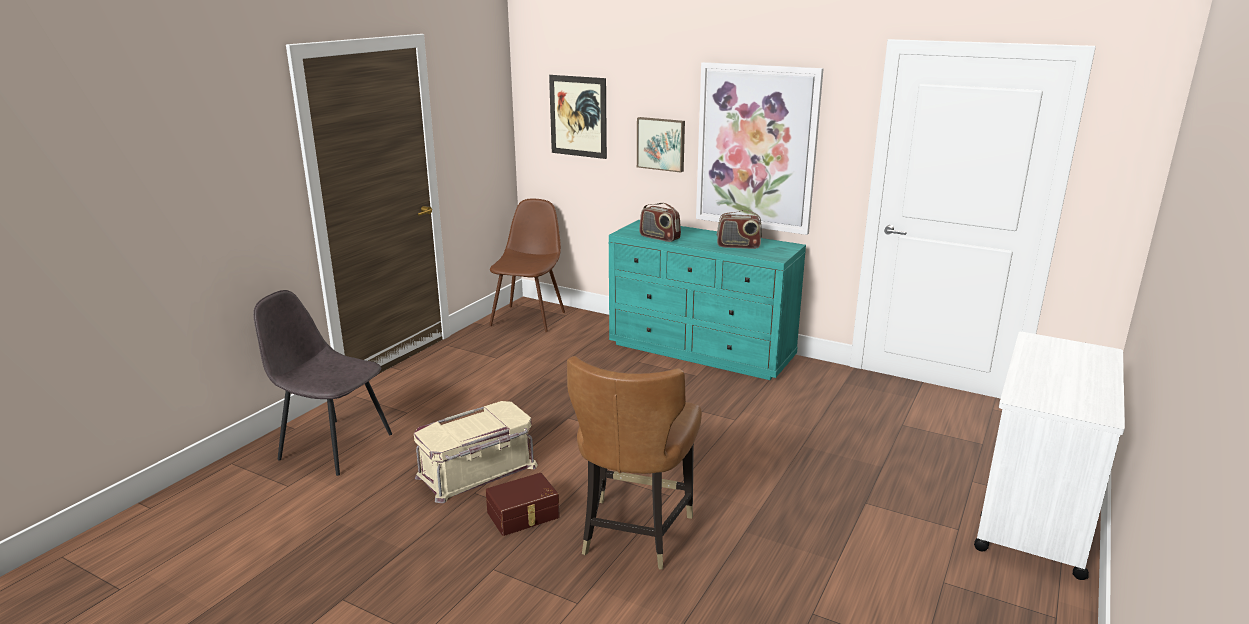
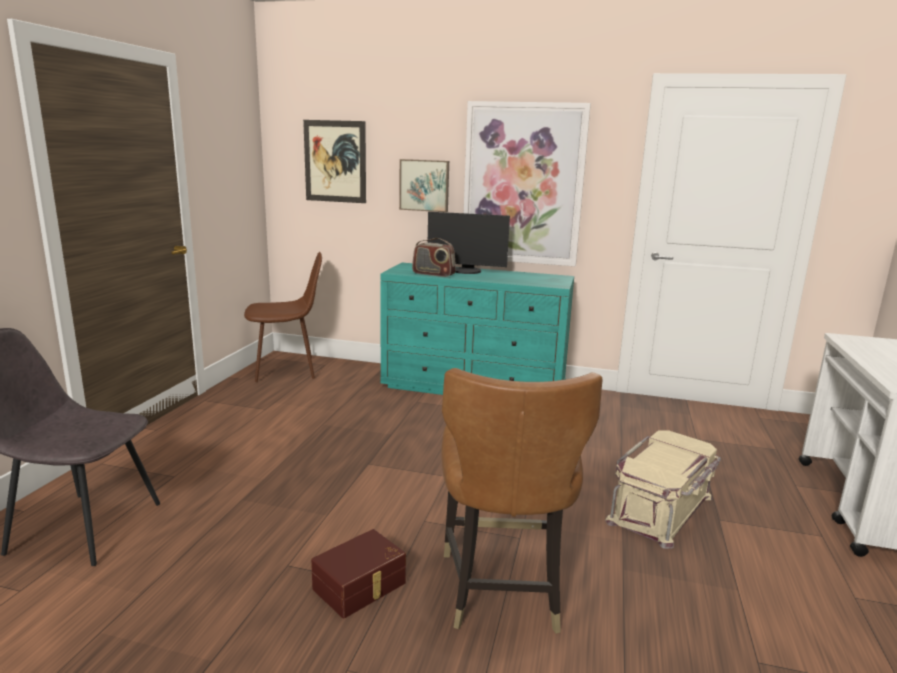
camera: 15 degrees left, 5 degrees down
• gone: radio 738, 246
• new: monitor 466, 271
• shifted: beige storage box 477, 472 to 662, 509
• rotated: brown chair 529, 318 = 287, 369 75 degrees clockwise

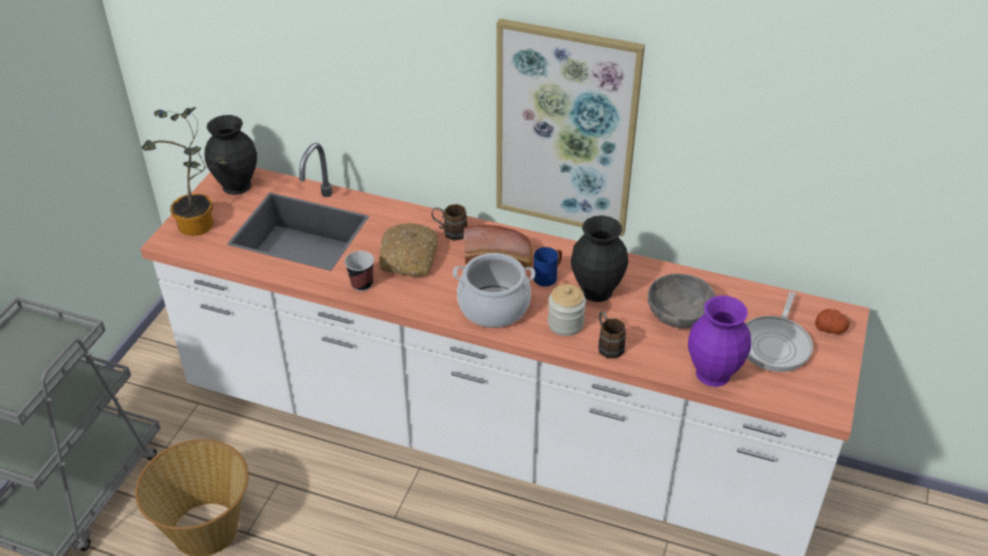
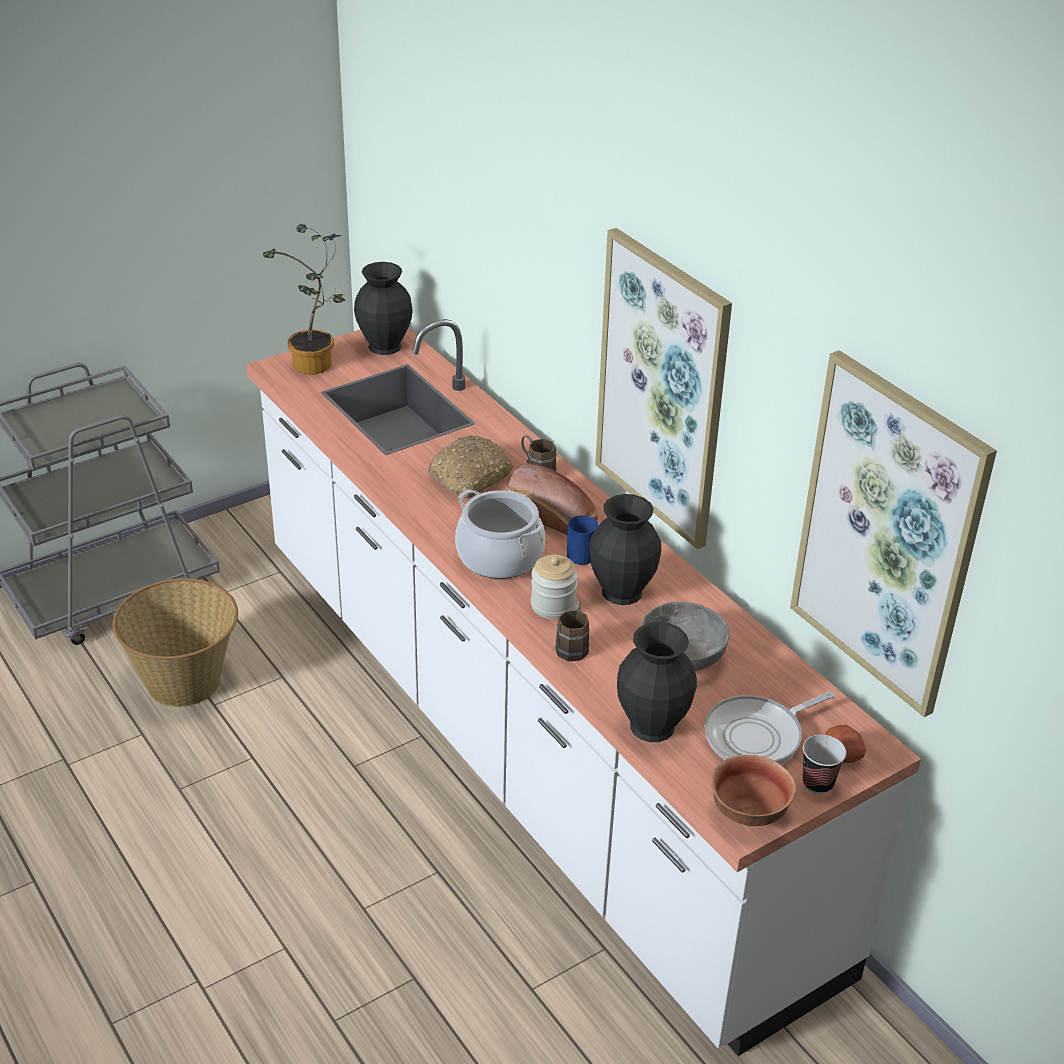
camera: 35 degrees right, 5 degrees down
• new: bowl 748, 810
• new: picture 888, 534
• shifted: cup 362, 284 to 818, 783
• repainted: purple vase 711, 373 to black vase 650, 725

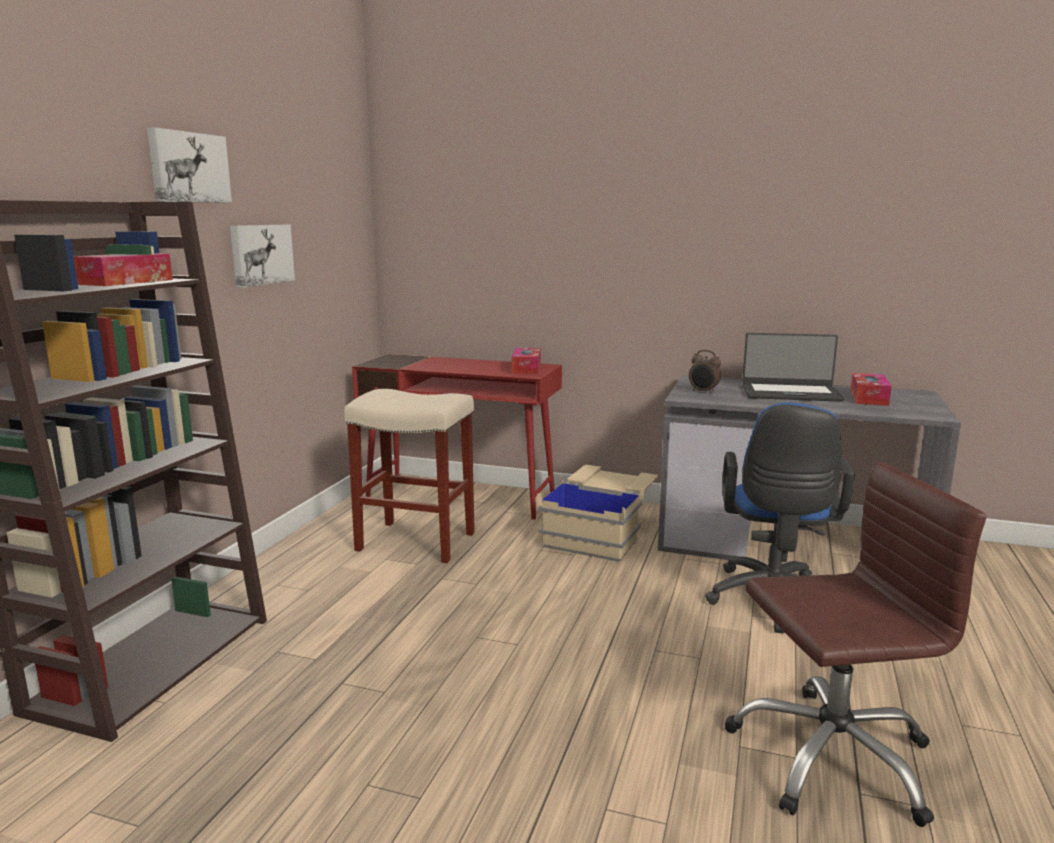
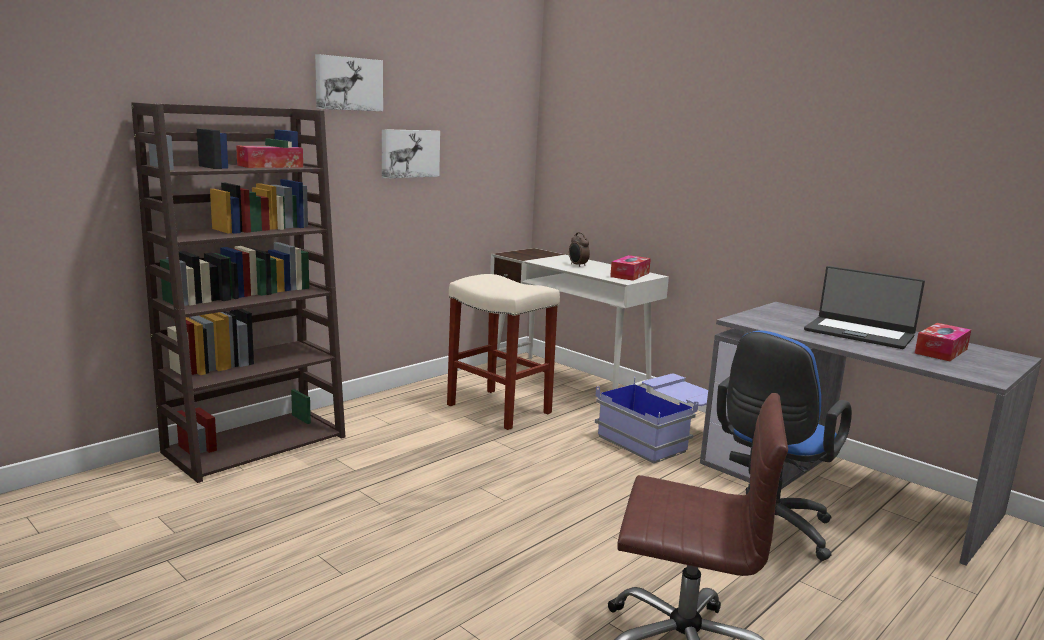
camera: 25 degrees right, 0 degrees up
• shifted: alarm clock 703, 392 to 577, 265
• repainted: red desk 461, 496 to white desk 568, 383
• repainted: beige storage box 600, 533 to blue storage box 661, 437

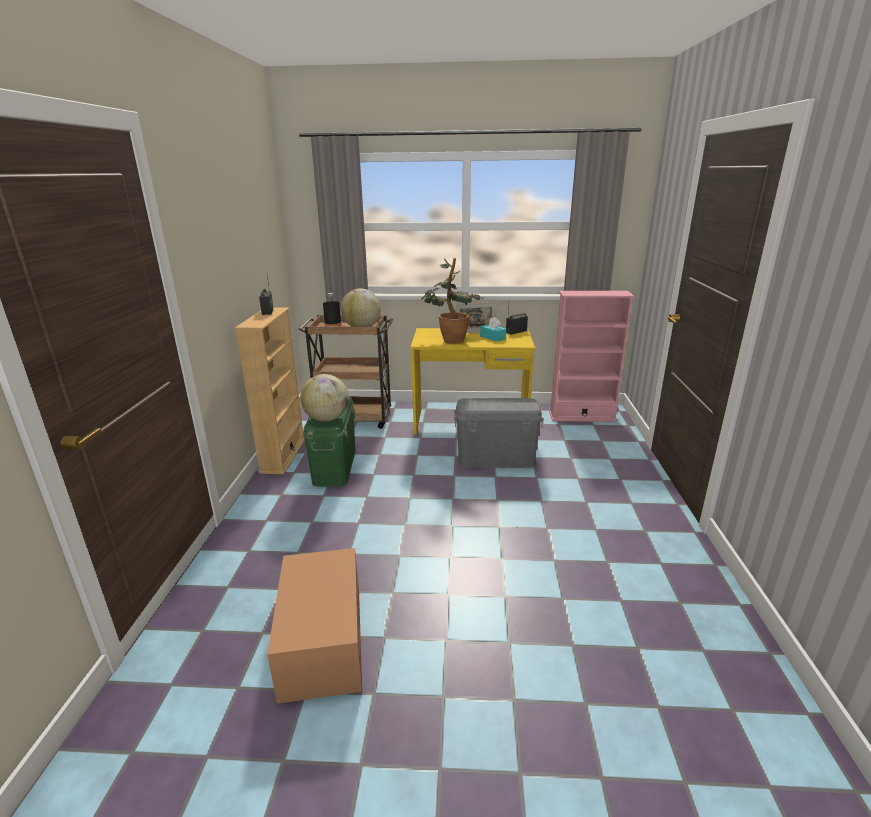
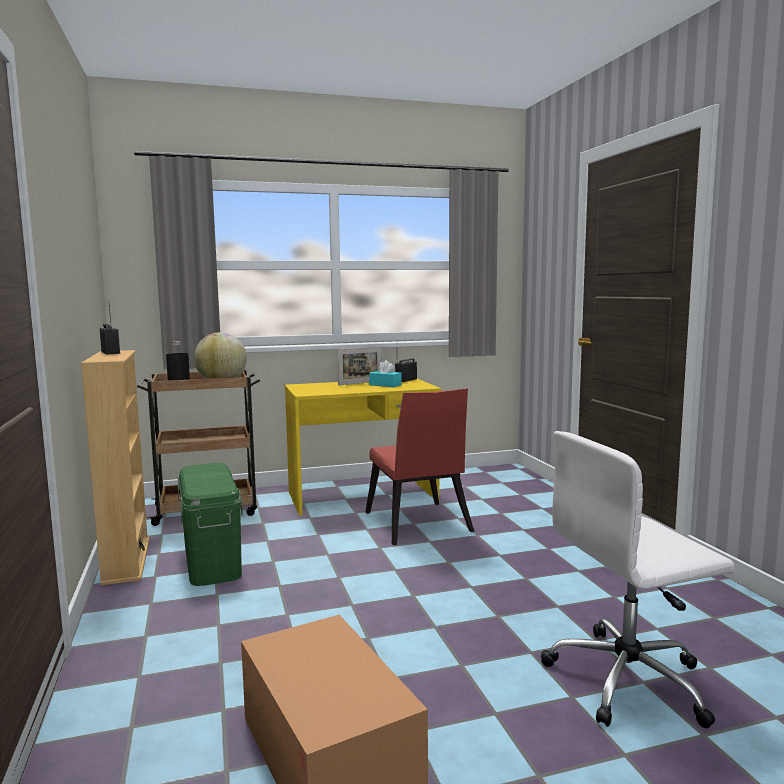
camera: 20 degrees left, 15 degrees down
• gone: globe 327, 419
• gone: potted plant 450, 339
• gone: pink bookcase 582, 417
• new: white office chair 629, 680
• swapped: grey storage box 495, 459 to red chair 418, 525

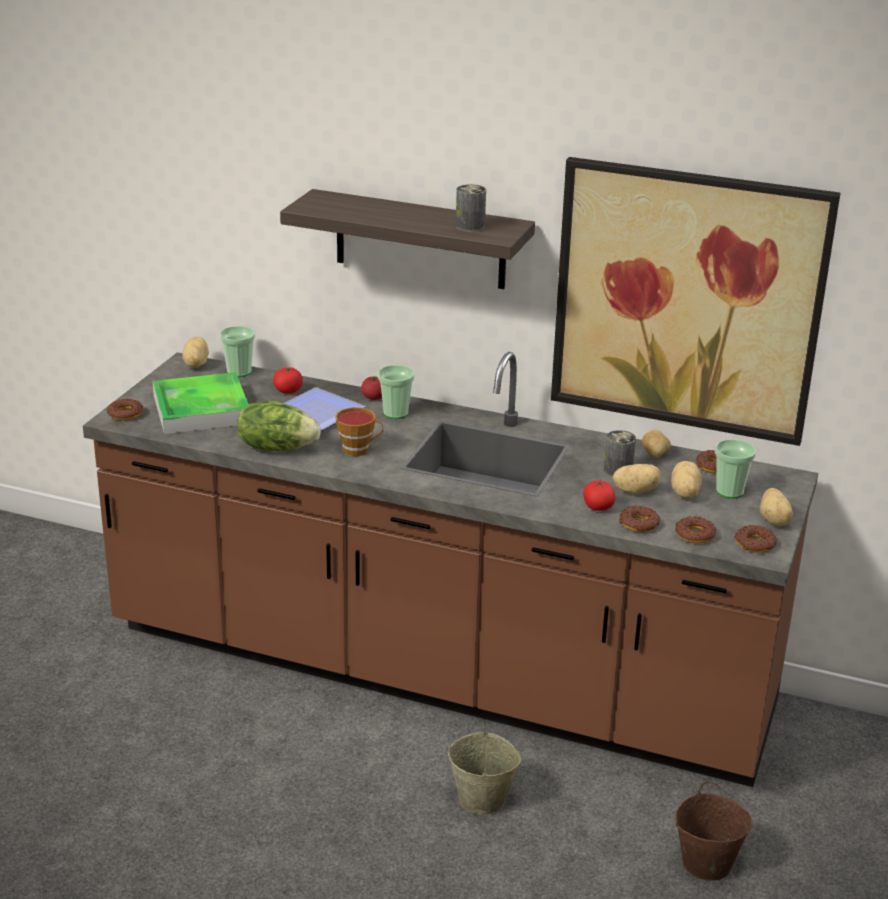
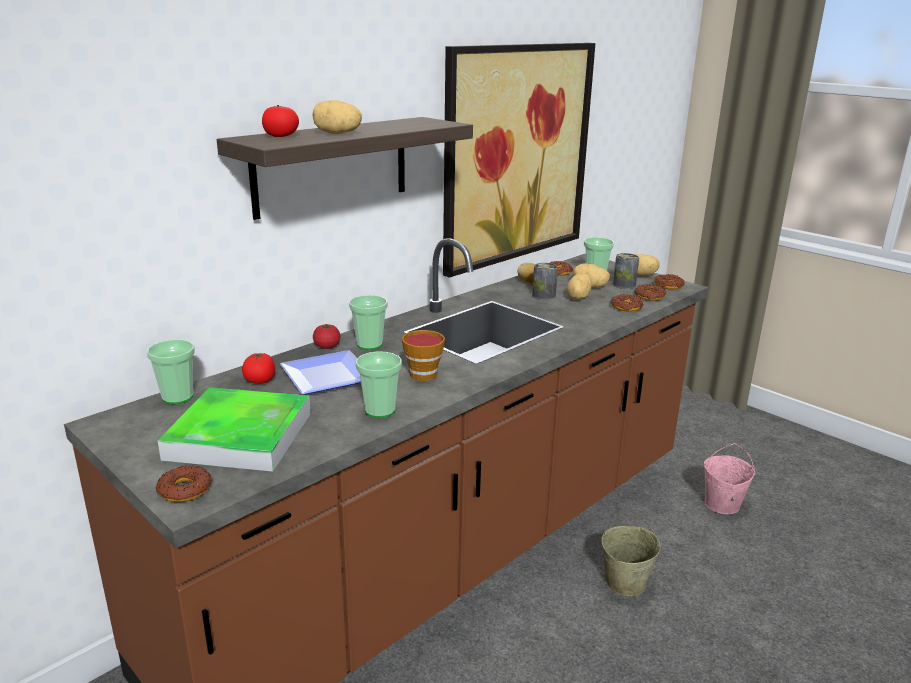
camera: 65 degrees left, 5 degrees down
• shifted: potato 195, 364 to 337, 133
• shifted: can 470, 226 to 624, 285
• shifted: tomato 598, 507 to 281, 136
• swapped: lettuce 276, 447 to cup 380, 410
• repainted: brown bucket 705, 863 to pink bucket 722, 504

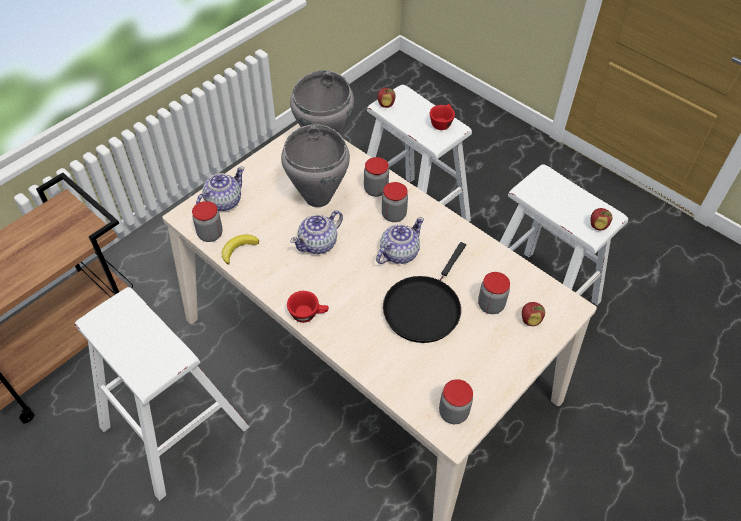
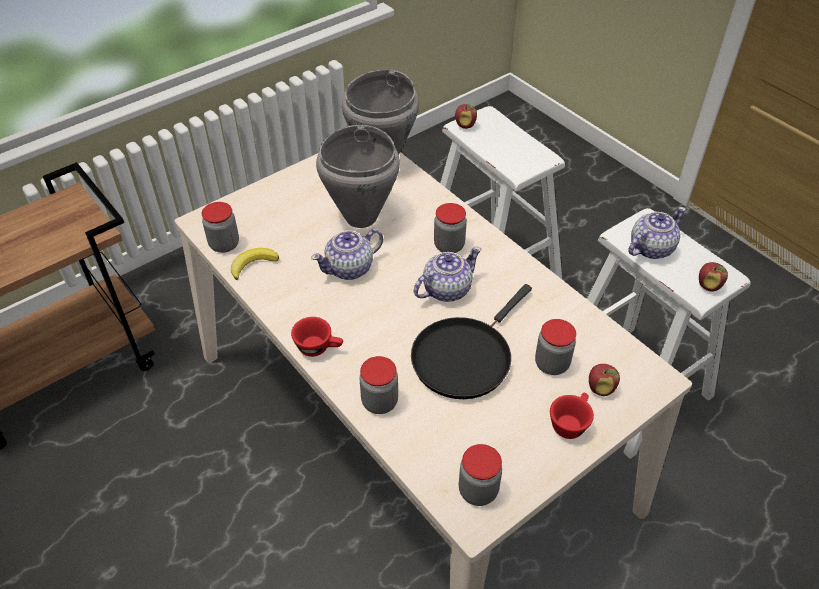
camera: 10 degrees right, 5 degrees down
• gone: white stool 174, 426
• shifted: teapot 223, 202 to 650, 248
• shifted: jar 376, 190 to 379, 402
• shifted: red cup 442, 122 to 570, 422

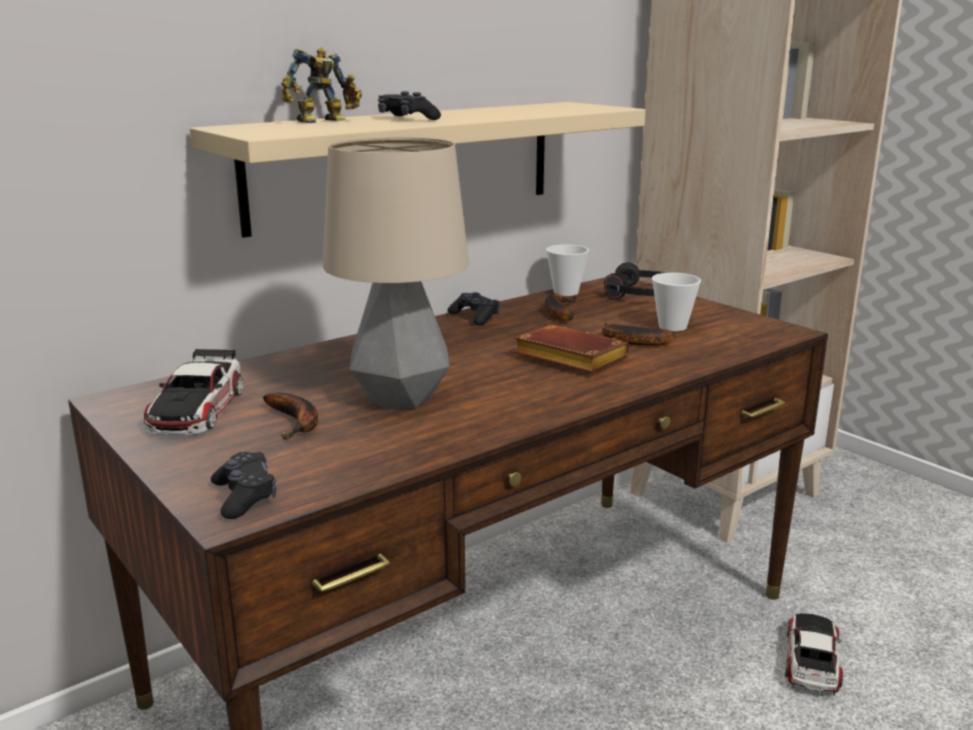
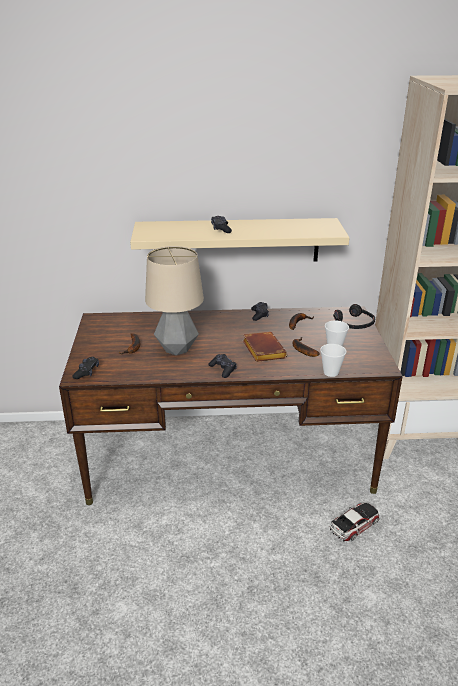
camera: 35 degrees right, 10 degrees up
• gone: toy car 197, 409
• gone: toy robot 324, 121
• new: black game controller 223, 369
• shifted: cup 566, 292 to 331, 372

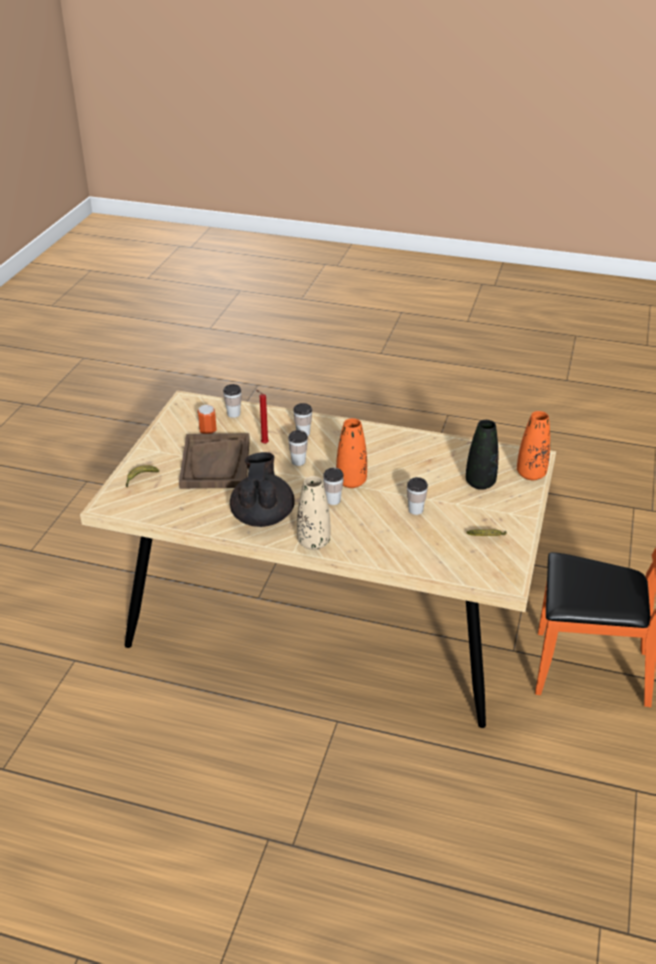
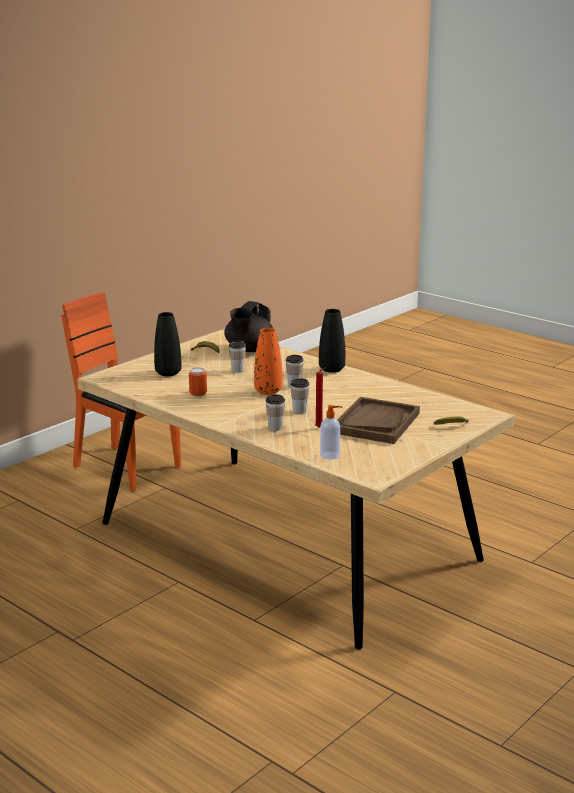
camera: 155 degrees left, 15 degrees down
• gone: orange vase 531, 474
• shifted: can 208, 431 to 198, 394
• shifted: black teapot 262, 516 to 249, 349
• swapped: cup 233, 414 to soap dispenser 330, 455
• repainted: beige vase 313, 542 to black vase 331, 369

